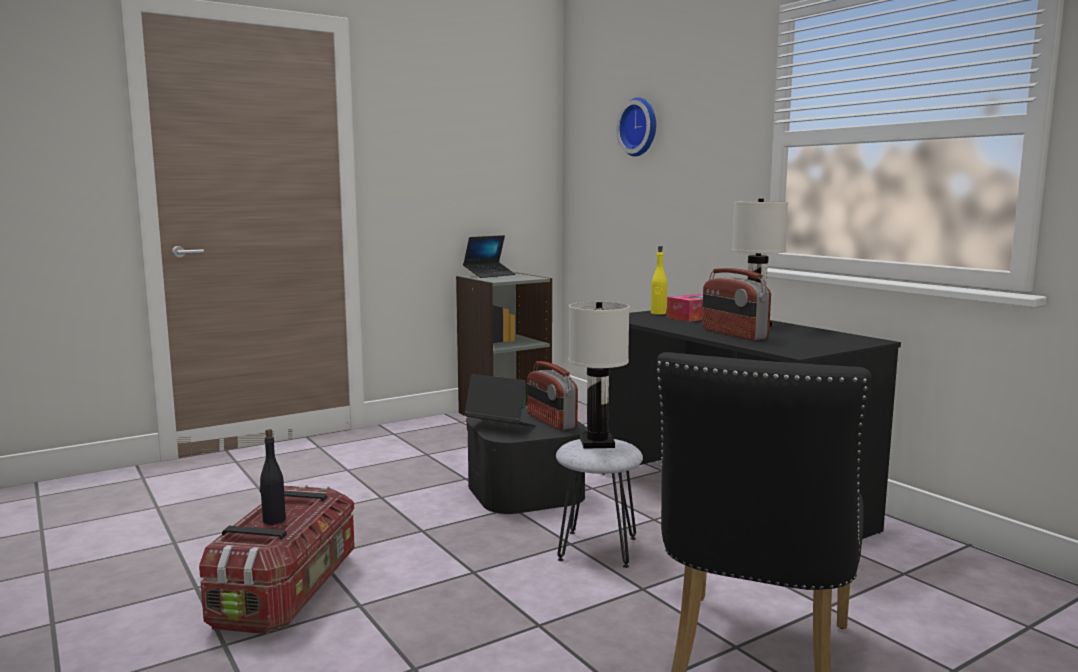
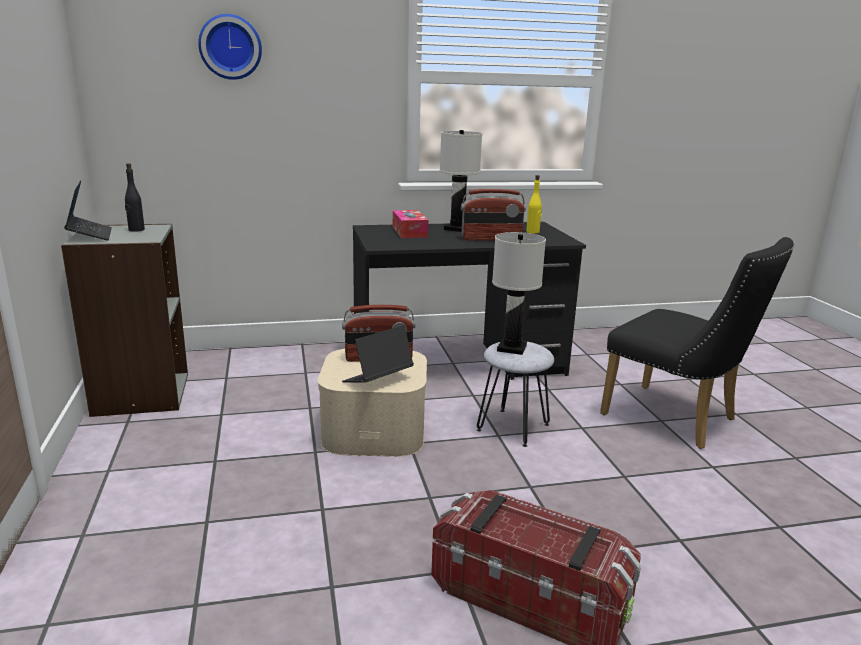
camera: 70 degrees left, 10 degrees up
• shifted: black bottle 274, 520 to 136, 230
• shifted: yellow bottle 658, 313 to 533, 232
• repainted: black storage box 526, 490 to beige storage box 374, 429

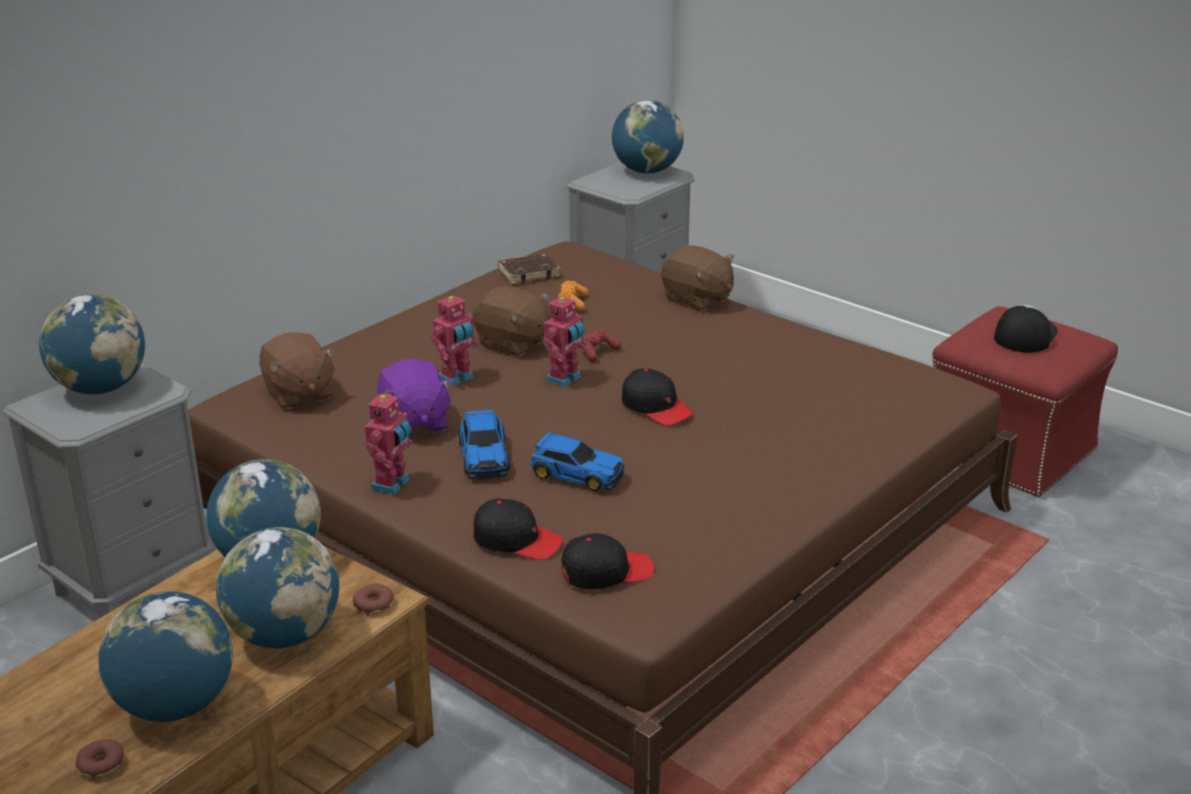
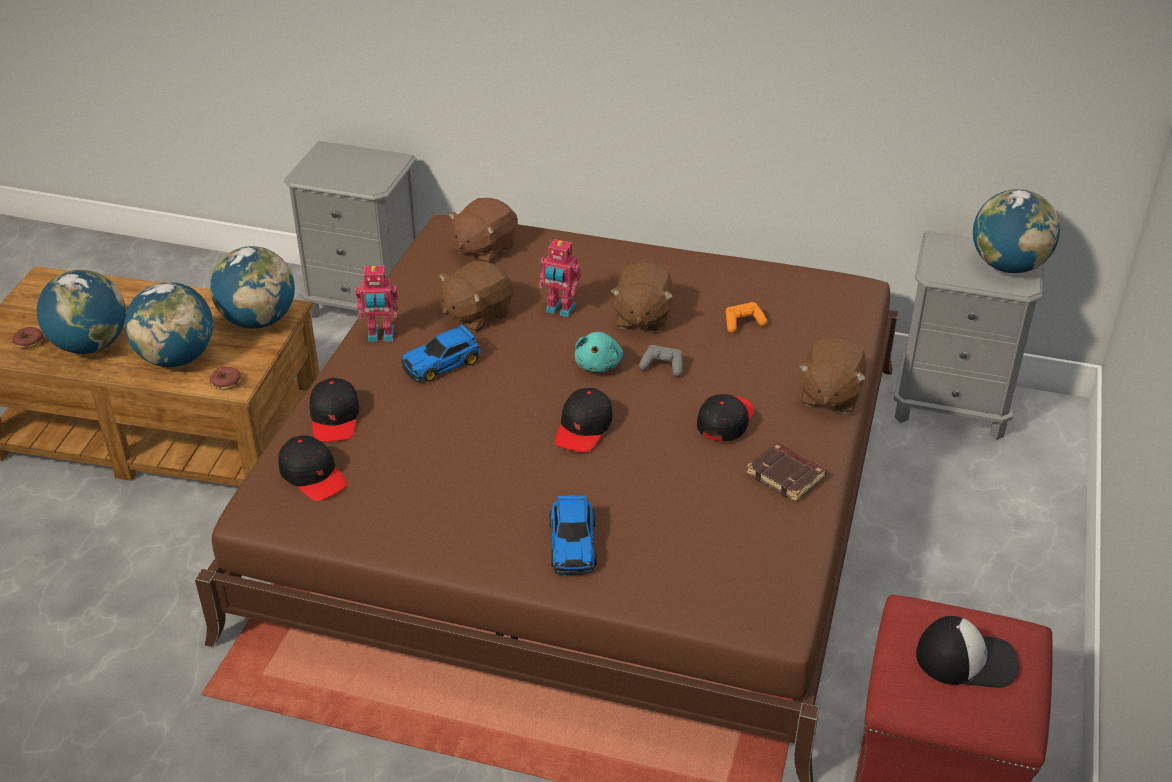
camera: 65 degrees right, 10 degrees up
• gone: globe 101, 388
• new: black cap 725, 421
• shifted: brown book 529, 273 to 787, 475
• shifted: toy car 576, 473 to 573, 543
• swapped: toy robot 565, 379 to turquoise plush toy 598, 364
• repainted: purple plush toy 414, 423 to brown plush toy 476, 314
• repainted: red game controller 597, 352 to grey game controller 662, 367

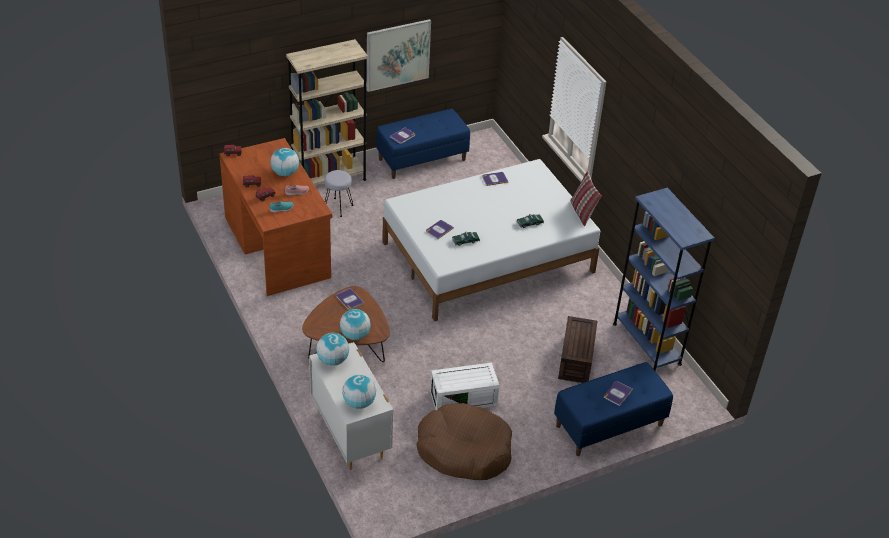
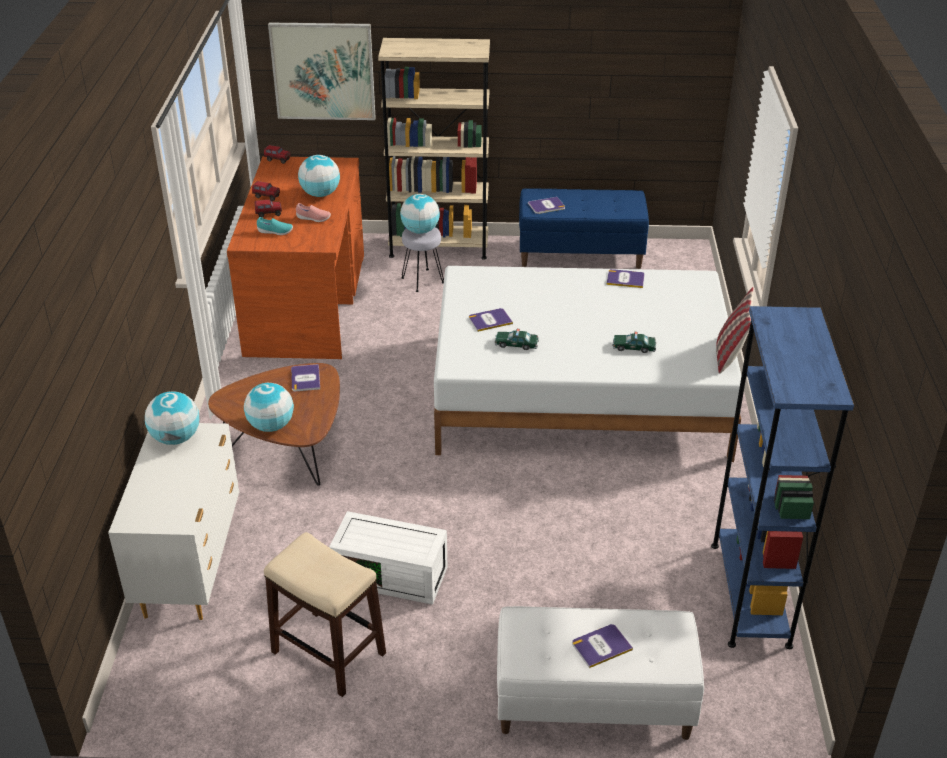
camera: 30 degrees right, 5 degrees down
• gone: brown storage box 577, 360
• shifted: globe 359, 403 to 420, 231
• shifted: picture 397, 55 to 323, 71
• swapped: brown dog bed 464, 450 to stool 329, 653
• repainted: blue bench 609, 426 to white bench 592, 704

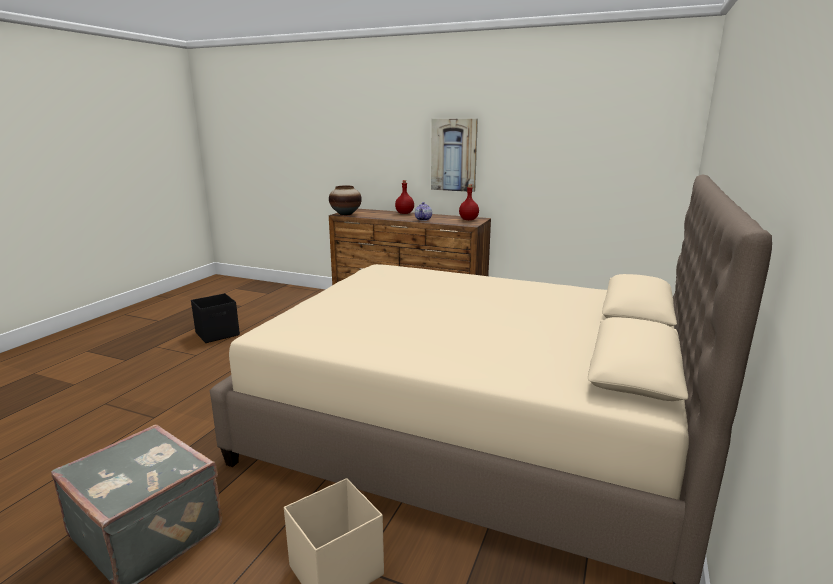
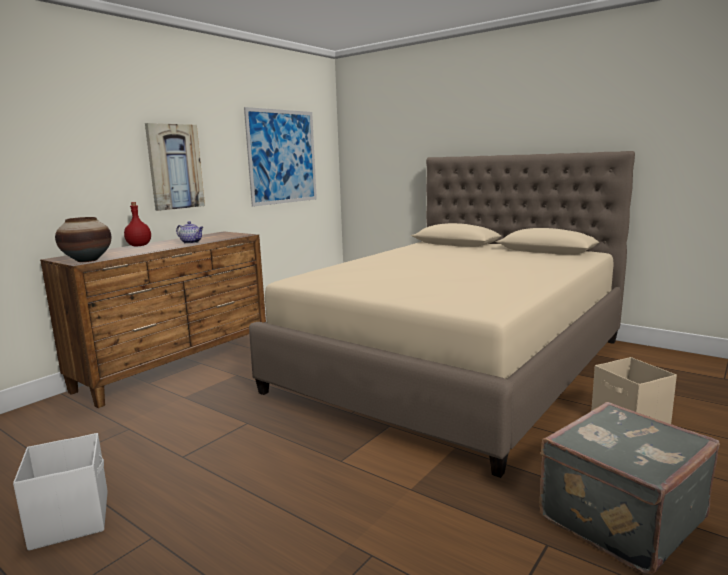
camera: 75 degrees left, 5 degrees down
• gone: red bottle 469, 220
• new: picture 282, 157
• repainted: black storage box 218, 334 to white storage box 71, 519

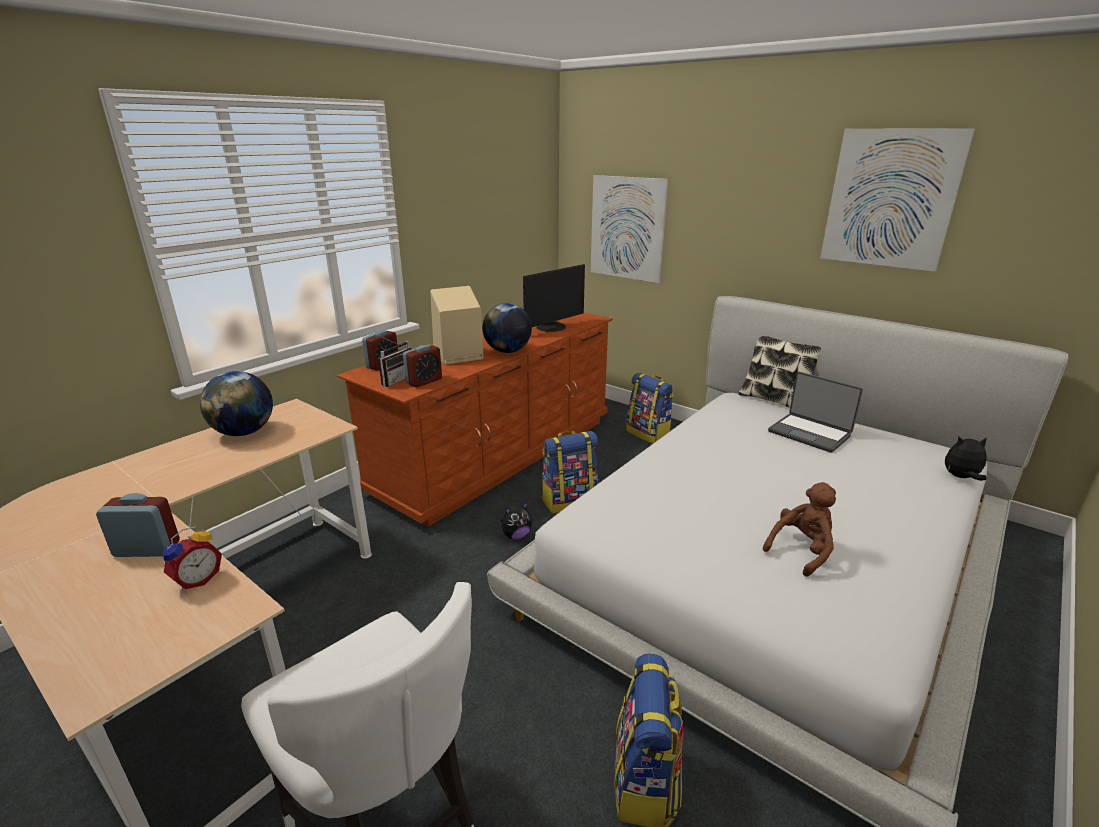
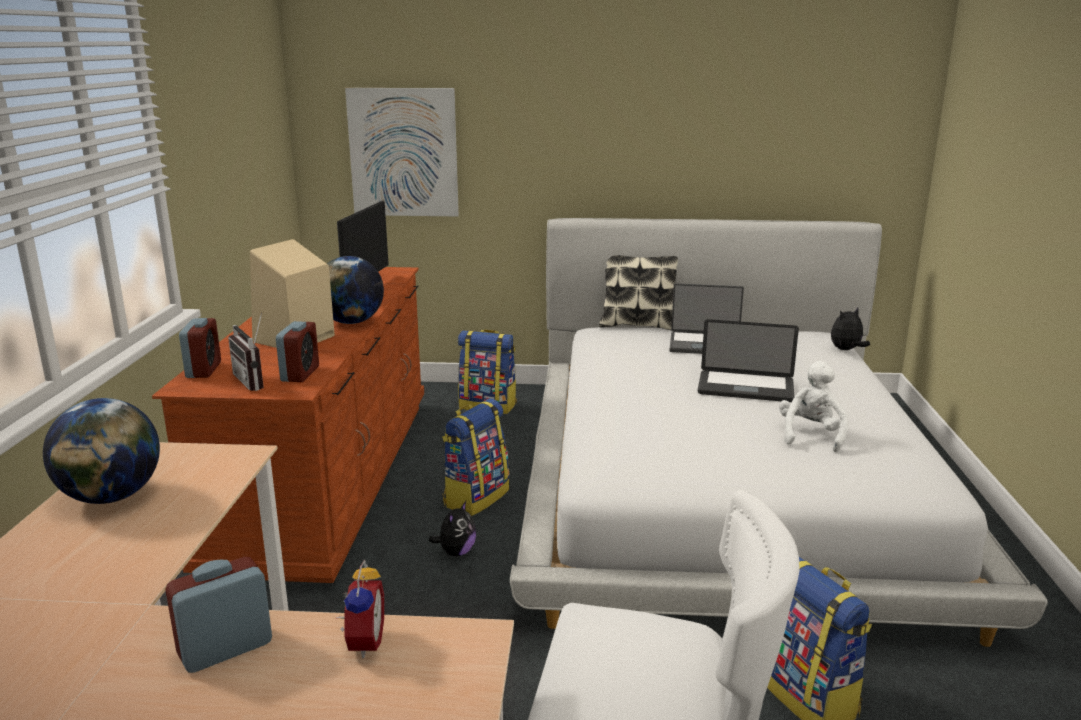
camera: 35 degrees left, 5 degrees down
• gone: picture 890, 199
• new: laptop 745, 388
• repainted: brown plush toy 801, 550 to white plush toy 810, 435
• rotated: radio 395, 380 = 255, 381 150 degrees clockwise

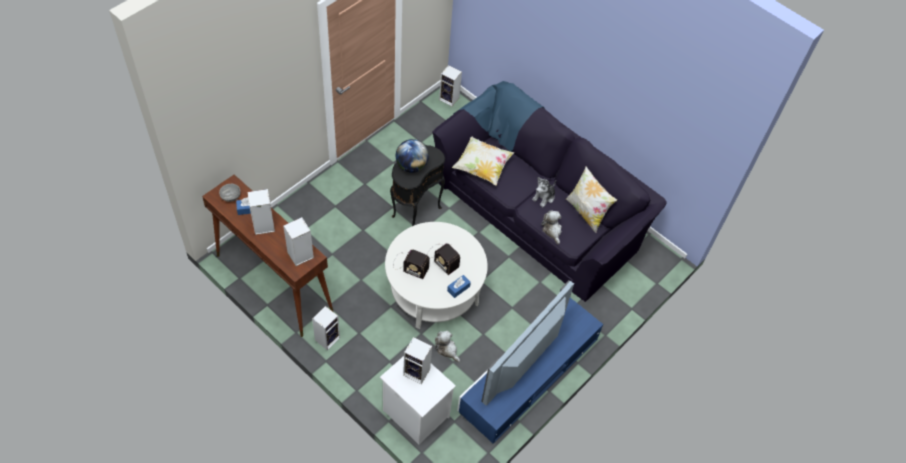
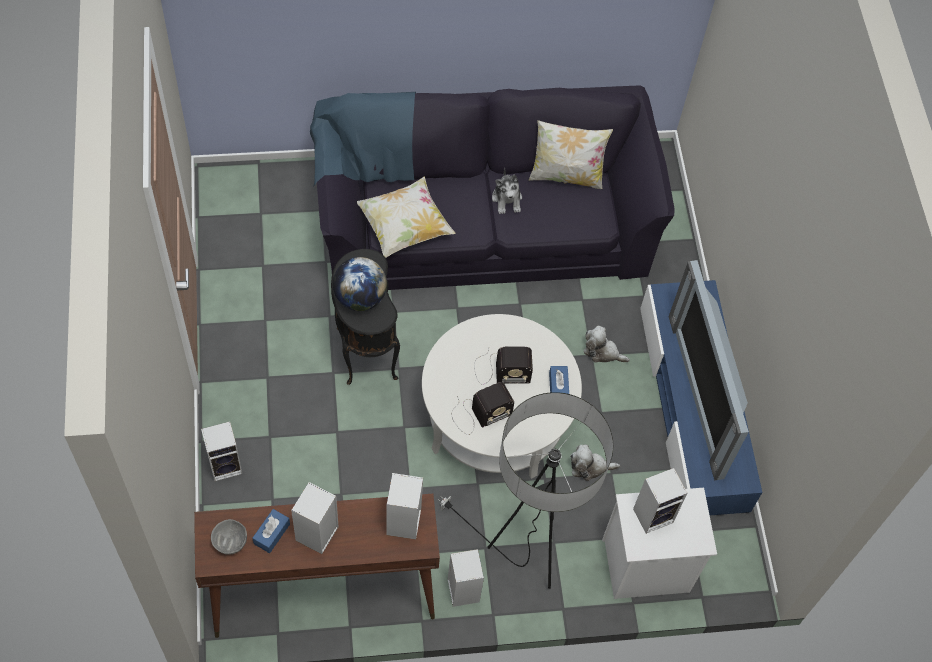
camera: 50 degrees left, 5 degrees up
• new: floor lamp 525, 551
• shifted: speaker 450, 99 to 226, 465
• shifted: plush toy 552, 230 to 602, 352

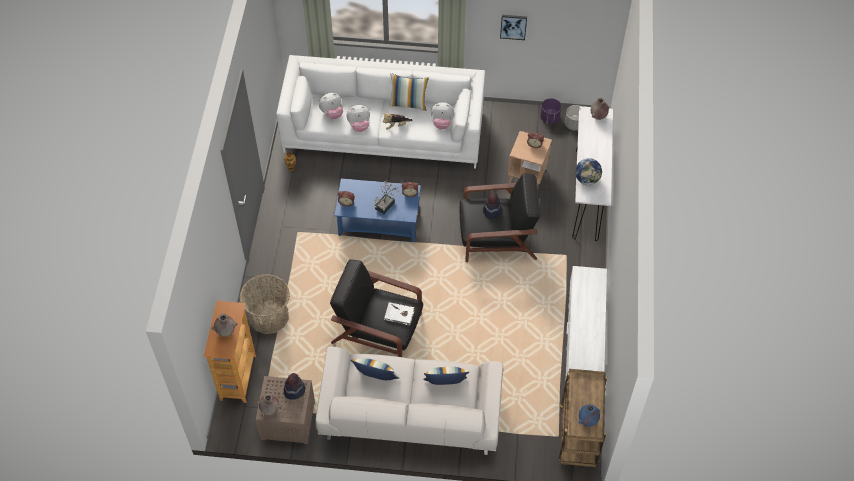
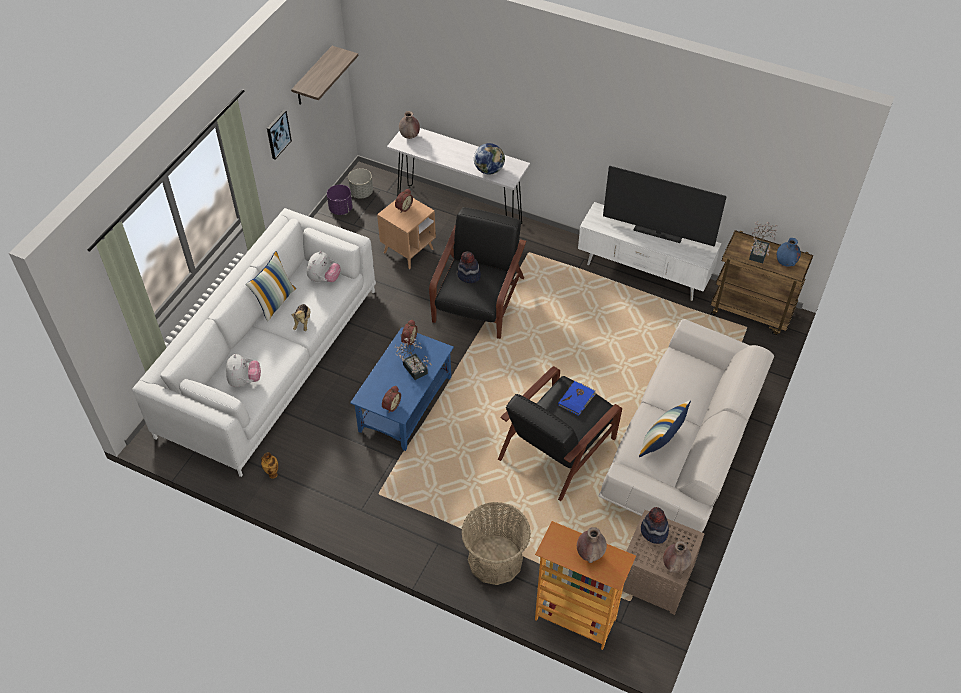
camera: 70 degrees left, 5 degrees down
• gone: plush toy 359, 126
• gone: pillow 445, 384
• new: shelf 313, 77
• new: television 657, 234
• new: potted plant 759, 252
• repainted: white book 399, 314 to blue book 577, 399

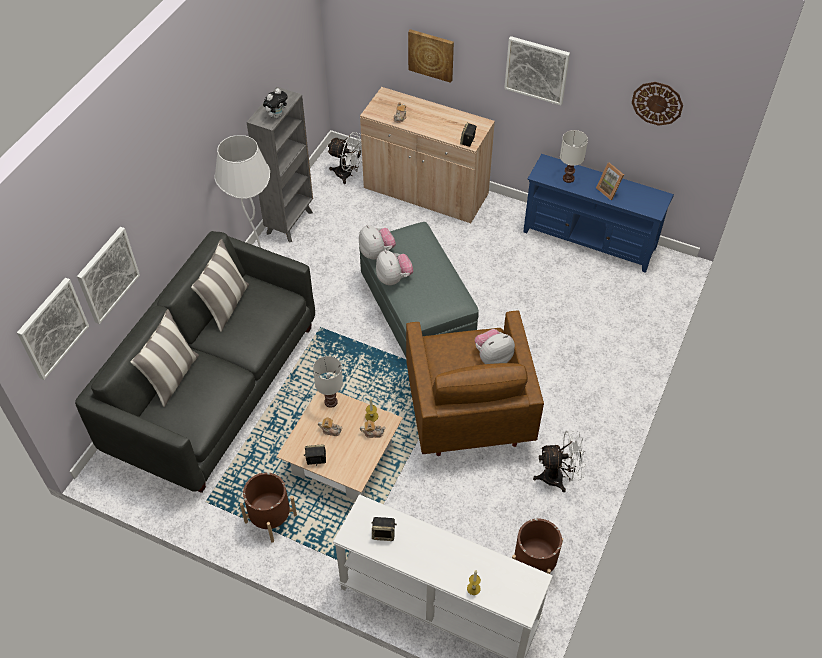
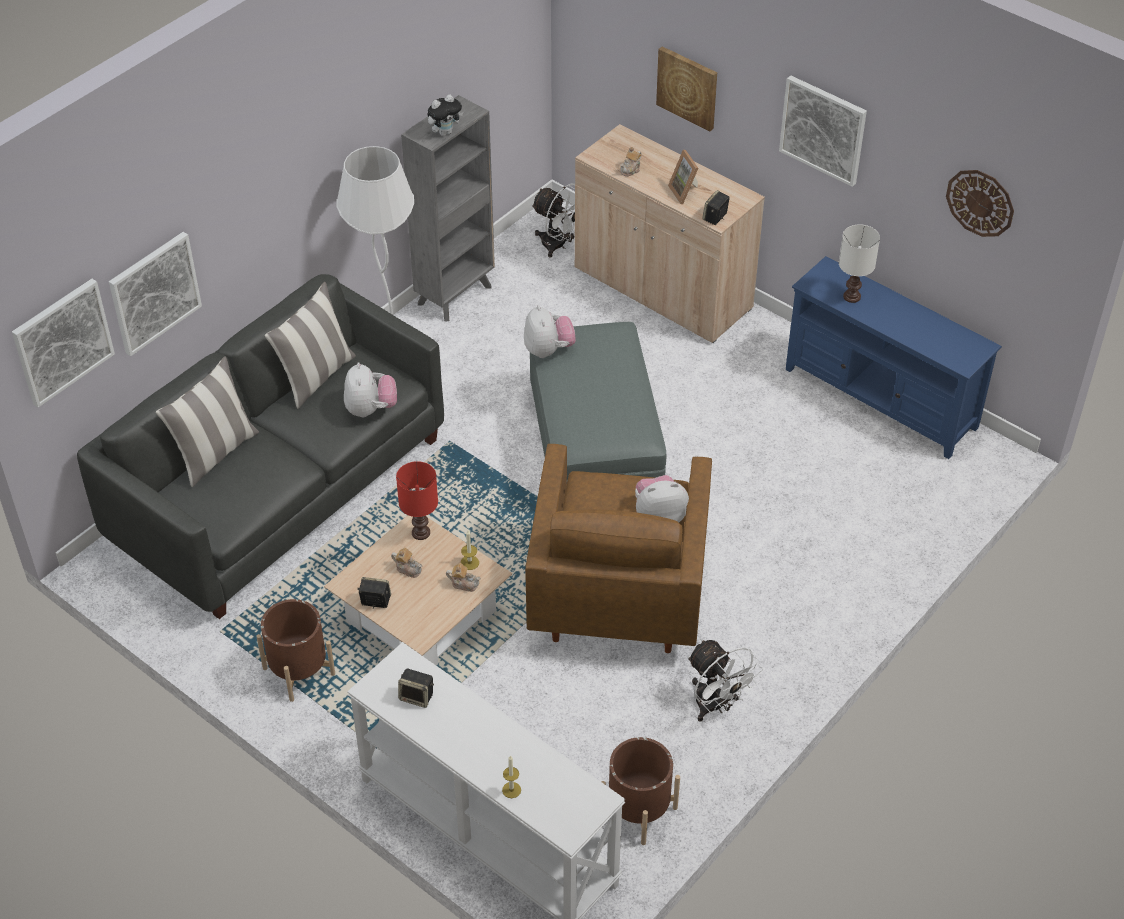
camera: 15 degrees right, 5 degrees down
• shifted: plush toy 393, 278 to 370, 409
• shifted: picture frame 609, 190 to 685, 192
• repainted: white table lamp 330, 402 to red table lamp 420, 532
• rotated: white fan 558, 477 = 716, 706 45 degrees clockwise

